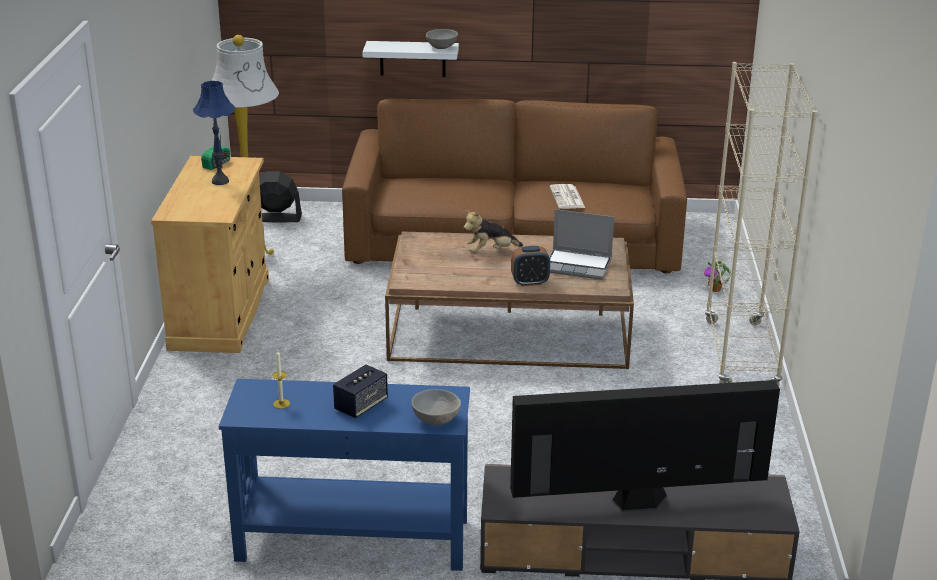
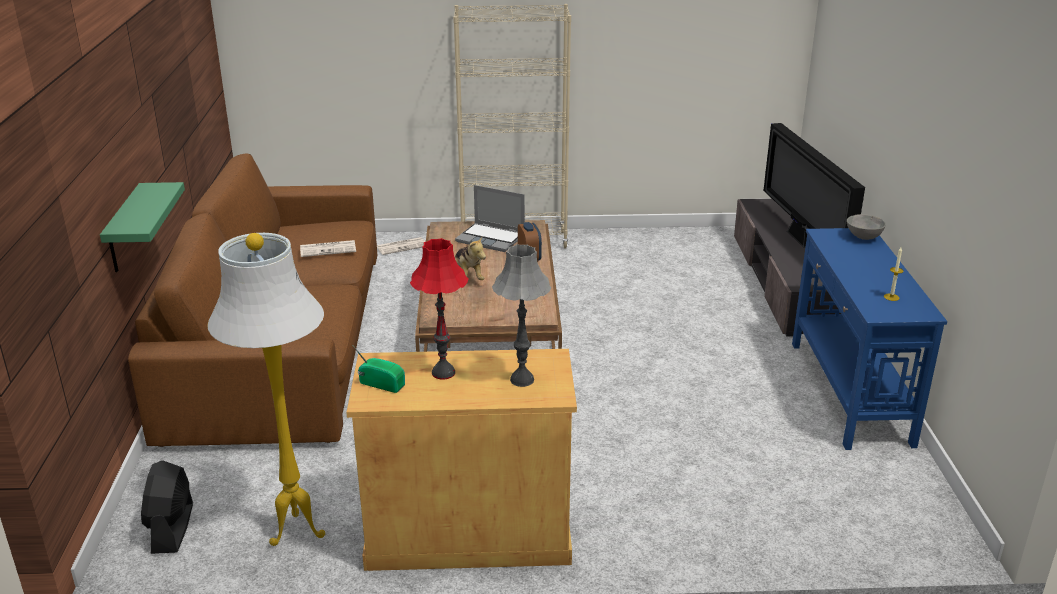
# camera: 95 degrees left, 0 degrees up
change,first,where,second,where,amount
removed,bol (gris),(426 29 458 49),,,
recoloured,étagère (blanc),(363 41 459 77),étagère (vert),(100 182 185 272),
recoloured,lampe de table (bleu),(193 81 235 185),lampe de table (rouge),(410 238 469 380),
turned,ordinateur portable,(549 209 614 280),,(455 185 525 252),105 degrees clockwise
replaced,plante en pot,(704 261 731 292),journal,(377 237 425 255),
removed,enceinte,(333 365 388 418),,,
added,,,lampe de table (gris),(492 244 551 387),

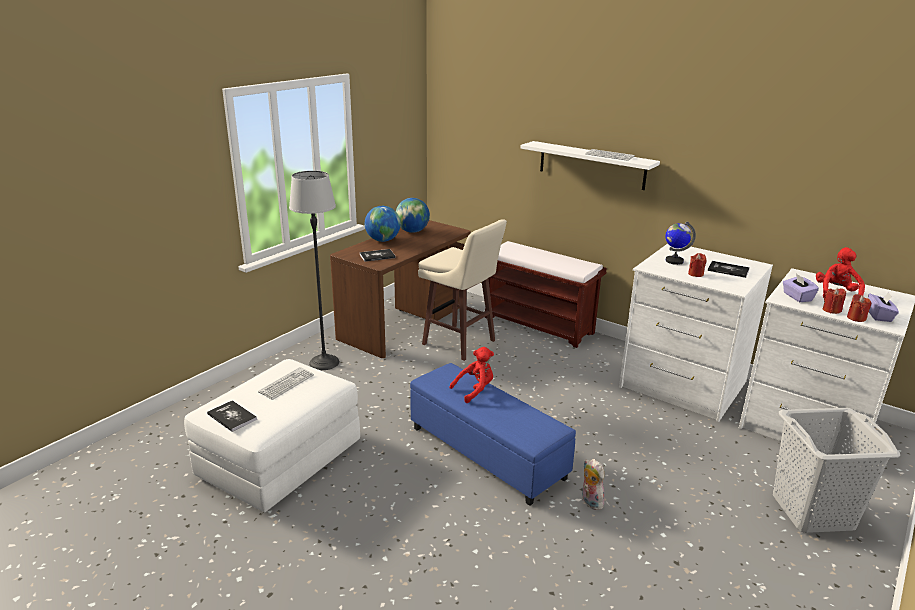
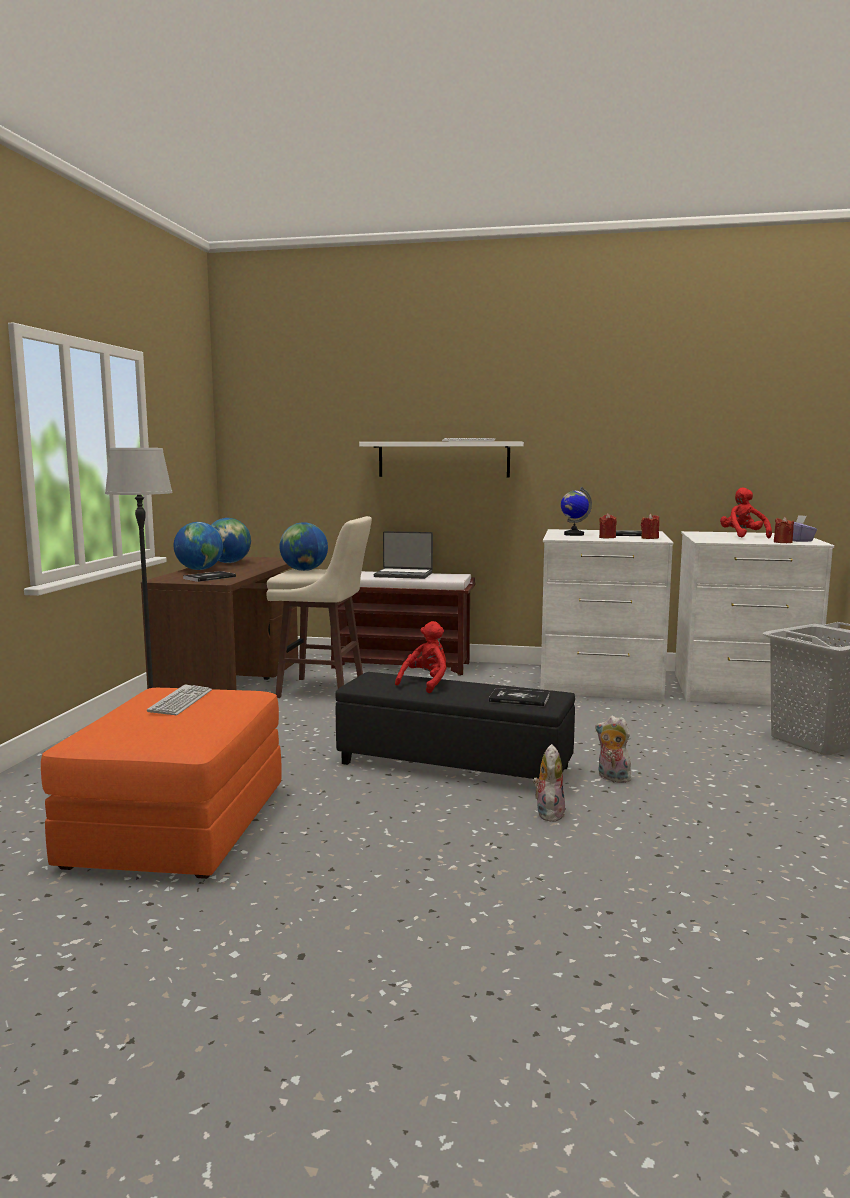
# camera: 25 degrees left, 15 degrees down
change,first,where,second,where,amount
removed,boîte à mouchoirs (violet),(783 274 819 302),,,
moved,bougie (rouge),(823 288 846 314),,(641 514 659 539),
recoloured,pouf (blanc),(184 359 360 513),pouf (orange),(41 688 282 879),
recoloured,pouf (bleu),(410 363 576 506),pouf (noir),(335 672 575 779),
moved,livre,(207 400 257 432),,(489 688 549 707),
added,,,globe,(279 522 328 571),
added,,,ordinateur portable,(374 531 433 579),
added,,,peluche,(533 744 565 822),

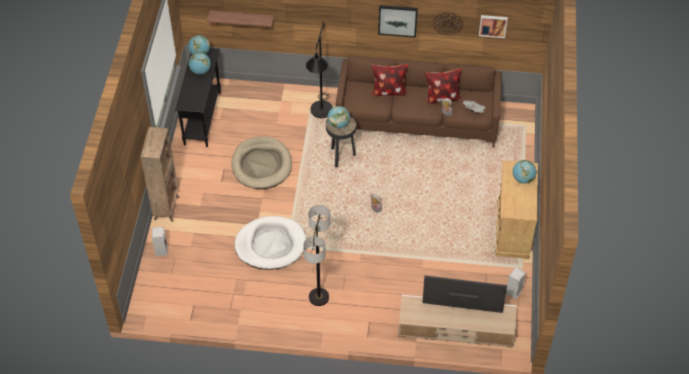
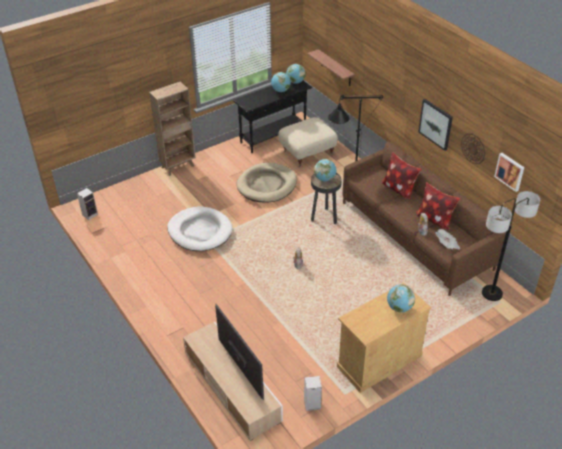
# camera: 50 degrees right, 10 degrees down
change,first,where,second,where,amount
moved,lampadaire,(303 205 330 306),,(482 191 540 301),
moved,enceinte,(152 227 168 256),,(77 188 98 220),
added,,,pouf (beige),(278 117 338 167),

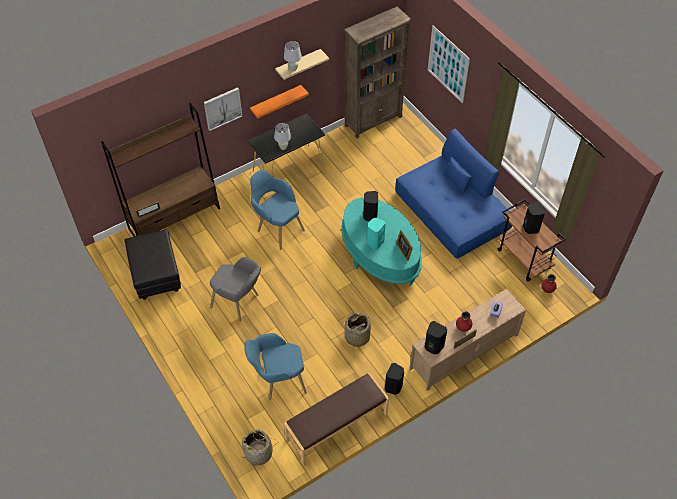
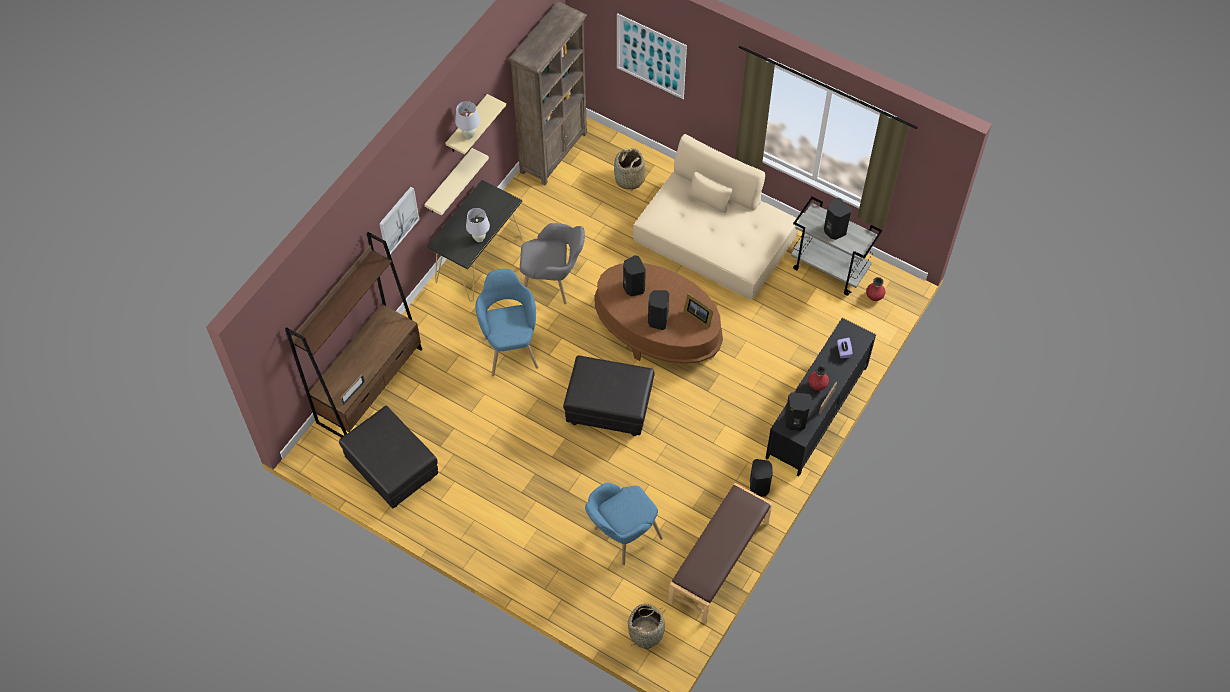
# camera: 25 degrees left, 5 degrees up
change,first,where,second,where,amount
recoloured,étagère (orange),(250 85 309 119),étagère (beige),(424 148 489 215),
recoloured,canapé (bleu),(395 129 512 259),canapé (beige),(633 134 799 300),
turned,fauteuil (bleu),(250 169 305 250),,(476 269 538 376),60 degrees clockwise
recoloured,table basse (turquoise),(341 198 422 286),table basse (marron),(594 263 723 364),
recoloured,chariot (marron),(498 199 566 282),chariot (gris),(791 197 883 296),
recoloured,enceinte (turquoise),(367 218 385 250),enceinte (noir),(648 290 669 330),
moved,fauteuil (gris),(210 257 261 322),,(520 223 585 304),
recoloured,meuble télé (beige),(409 289 526 391),meuble télé (noir),(765 318 876 476),
moved,panier,(345 313 371 348),,(614 148 645 190),
added,,,pouf (noir),(563 355 655 436),

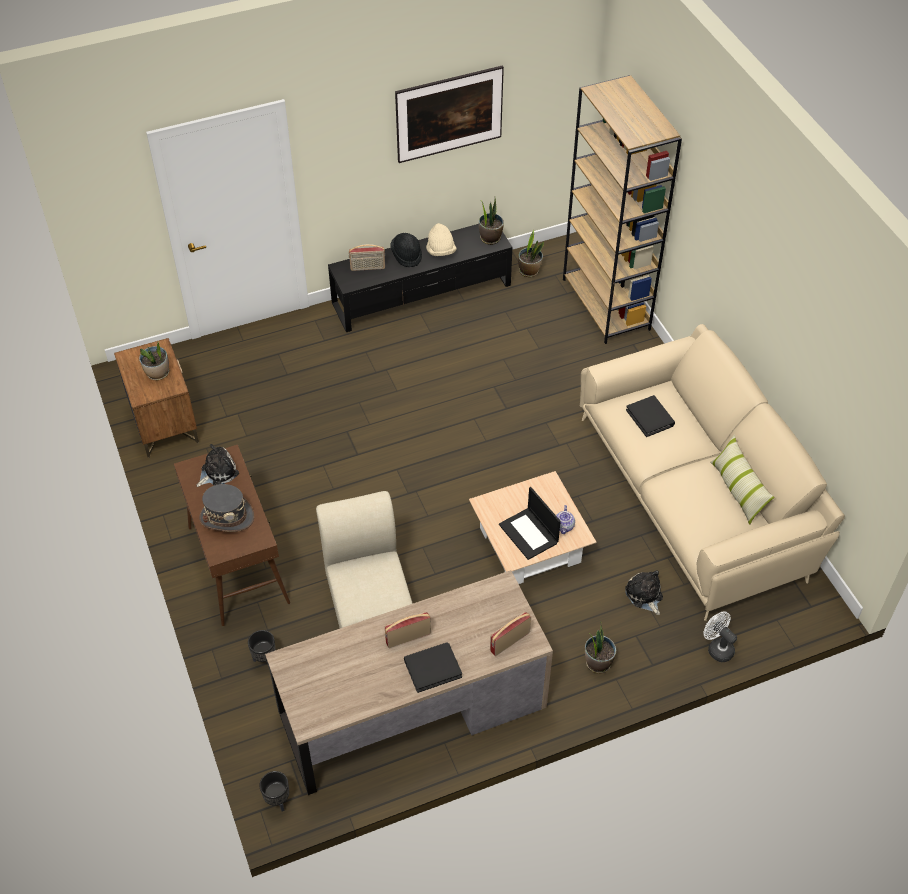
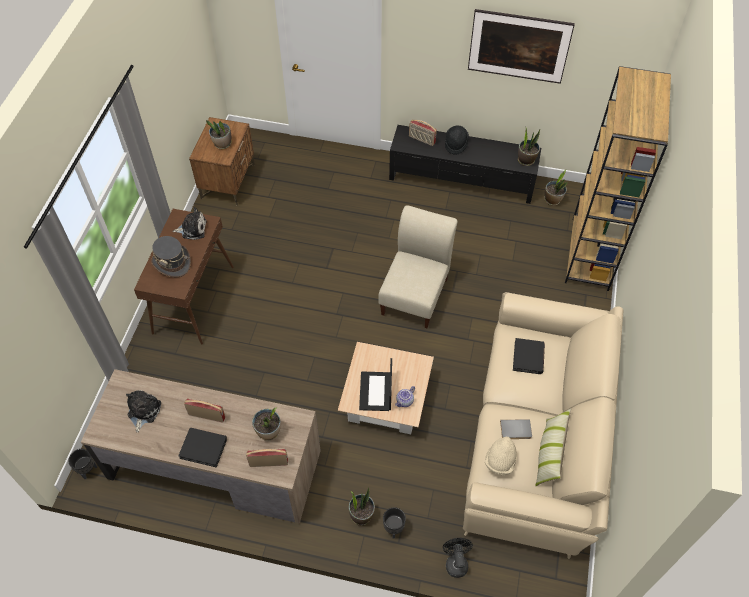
# camera: 35 degrees right, 5 degrees up
change,first,where,second,where,amount
moved,chapeau (beige),(426 223 457 256),,(485 437 517 476),
moved,chaise (beige),(316 491 413 628),,(378 205 458 328),
moved,peluche,(625 570 663 615),,(126 390 161 433),
recoloured,ventilateur (blanc),(703 611 737 662),ventilateur (noir),(443 538 473 578),
moved,cache-pot (noir),(248 630 276 667),,(383 507 406 539),
added,,,plante en pot,(252 408 281 441),
added,,,livre (gris),(500 419 532 439),

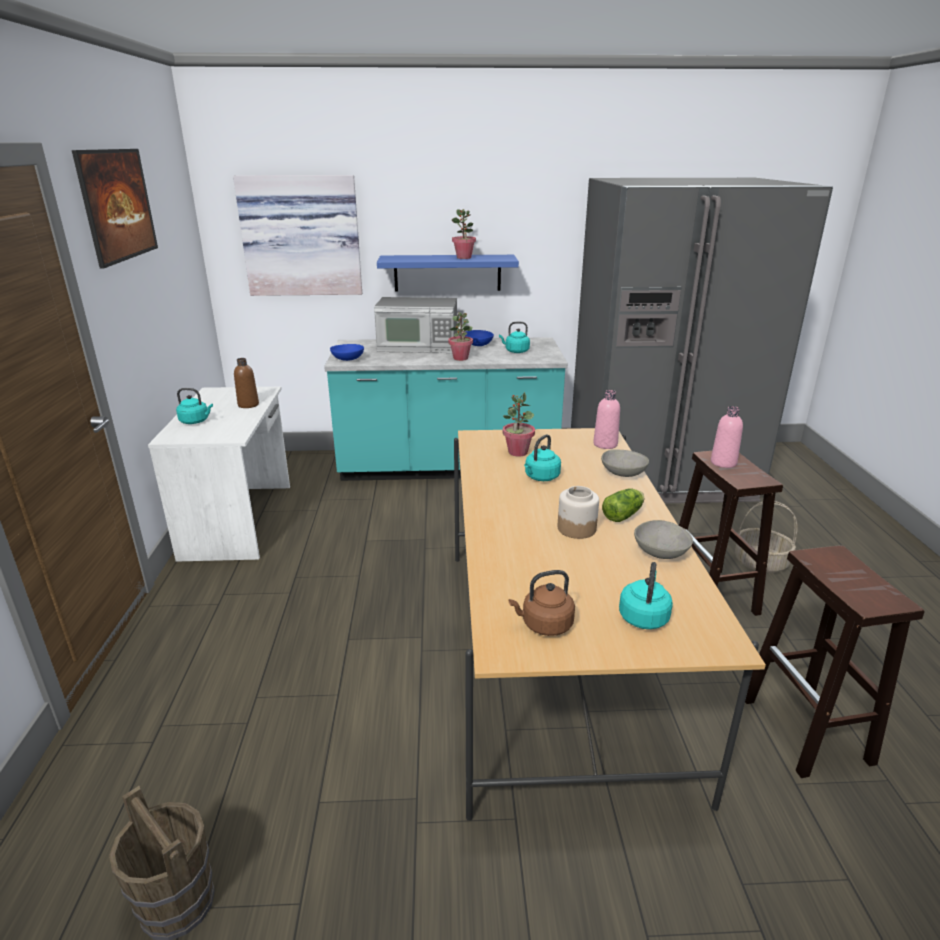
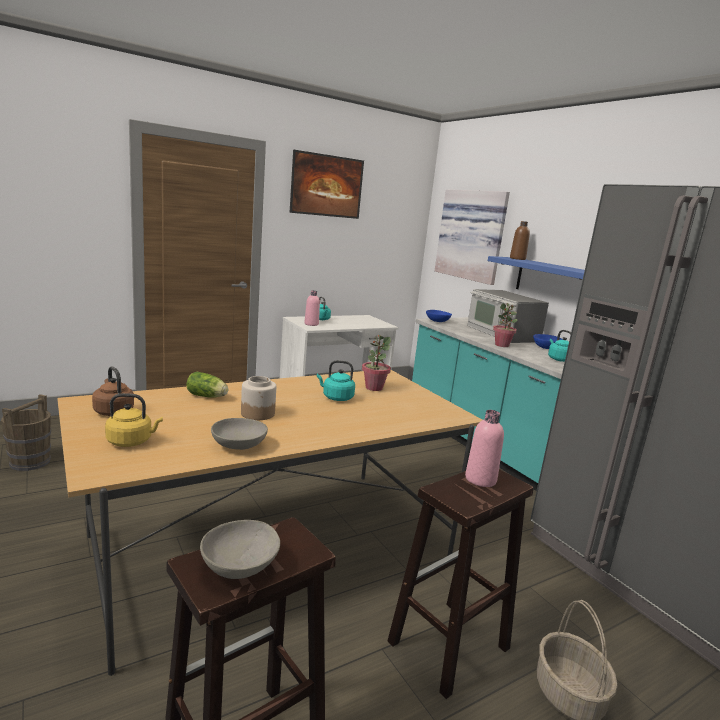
# camera: 60 degrees right, 10 degrees down
change,first,where,second,where,amount
removed,plante en pot,(452 209 476 259),,,
moved,bouteille (marron),(234 358 259 408),,(510 221 530 260),
moved,bouteille (rose),(593 390 620 449),,(304 291 320 326),
moved,bol (gris),(601 449 649 477),,(200 520 280 579),
moved,laitue,(602 488 644 522),,(186 372 228 398),
recoloured,bouilloire (turquoise),(619 562 673 629),bouilloire (jaune),(105 393 163 447),

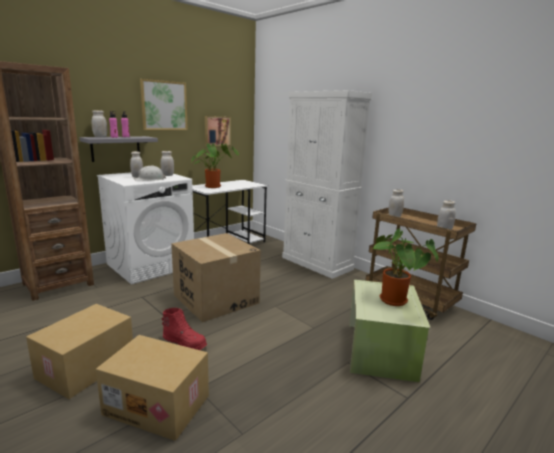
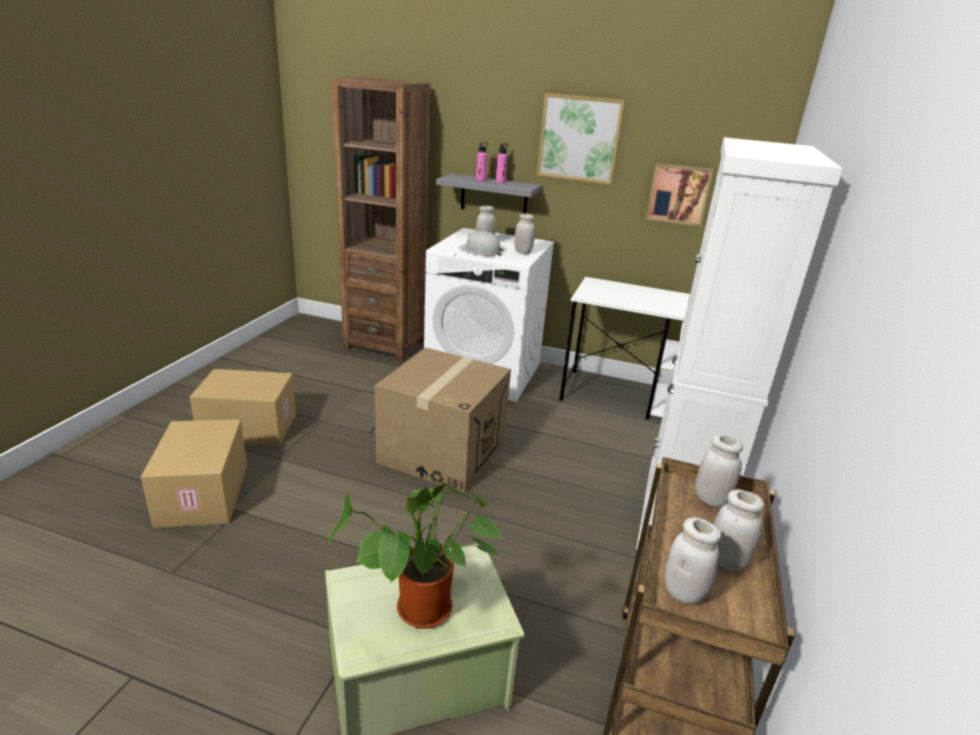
# camera: 60 degrees right, 10 degrees up
change,first,where,second,where,amount
moved,bocal (blanc),(92 110 107 137),,(713 490 764 571),
removed,plante en pot,(191 143 239 188),,,
removed,botte (rouge),(162 308 207 350),,,

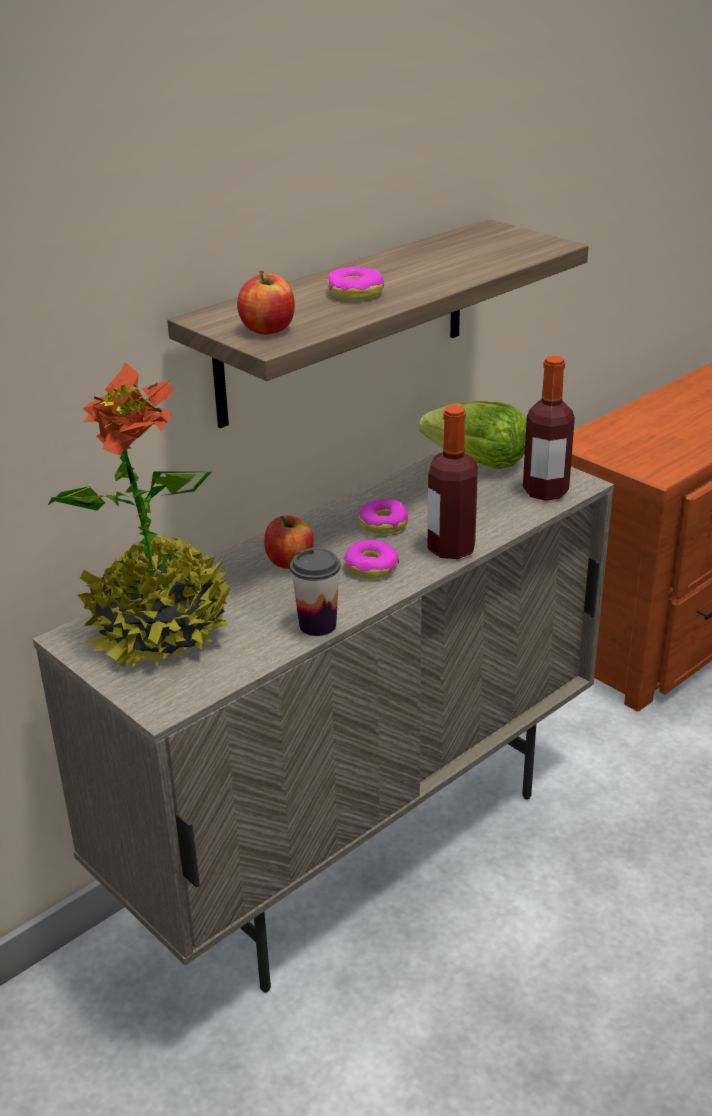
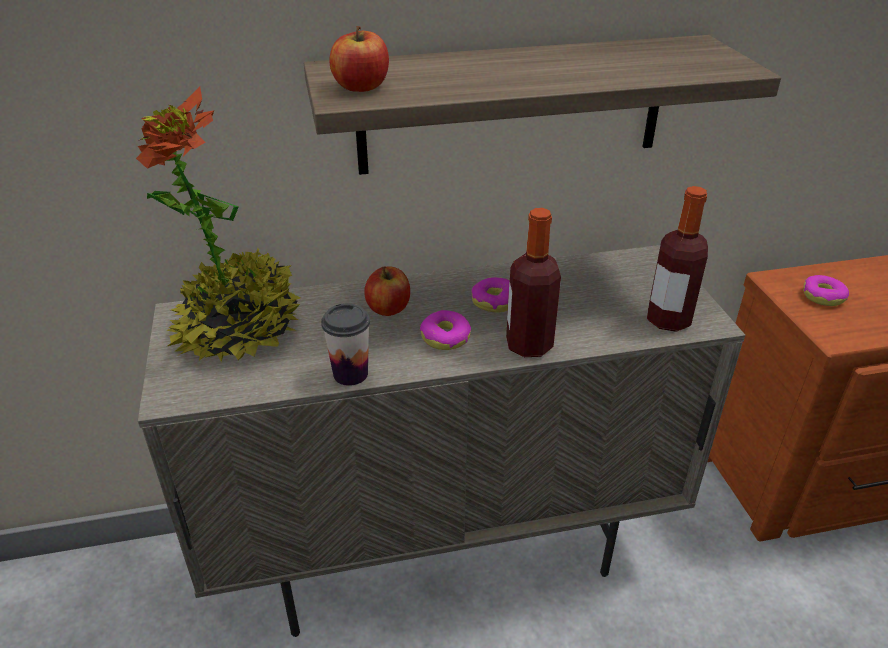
# camera: 30 degrees right, 5 degrees up
change,first,where,second,where,amount
moved,beignet,(327 267 384 301),,(803 275 849 306),
removed,laitue,(419 401 526 469),,,

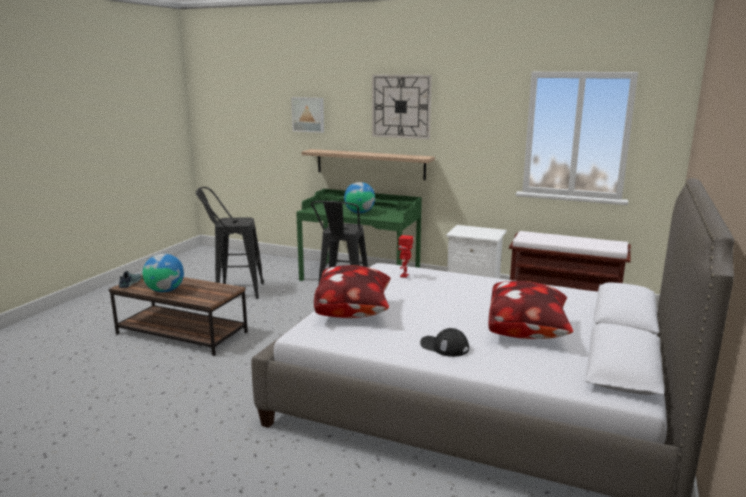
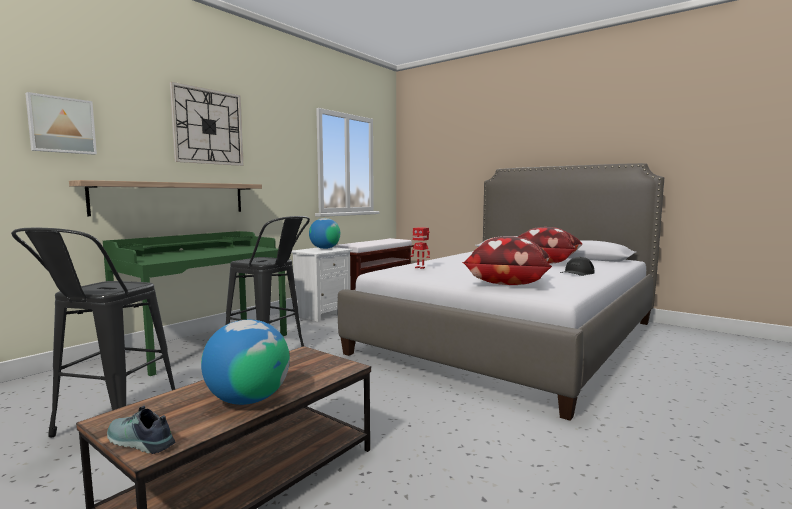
# camera: 75 degrees left, 10 degrees down
change,first,where,second,where,amount
moved,globe,(344 182 375 213),,(309 218 340 249),

